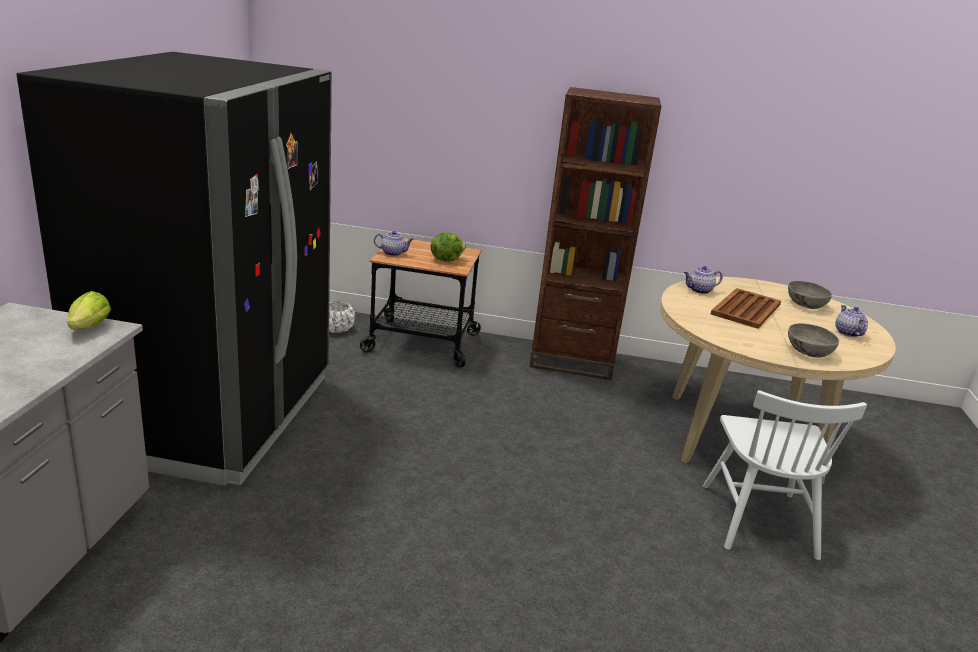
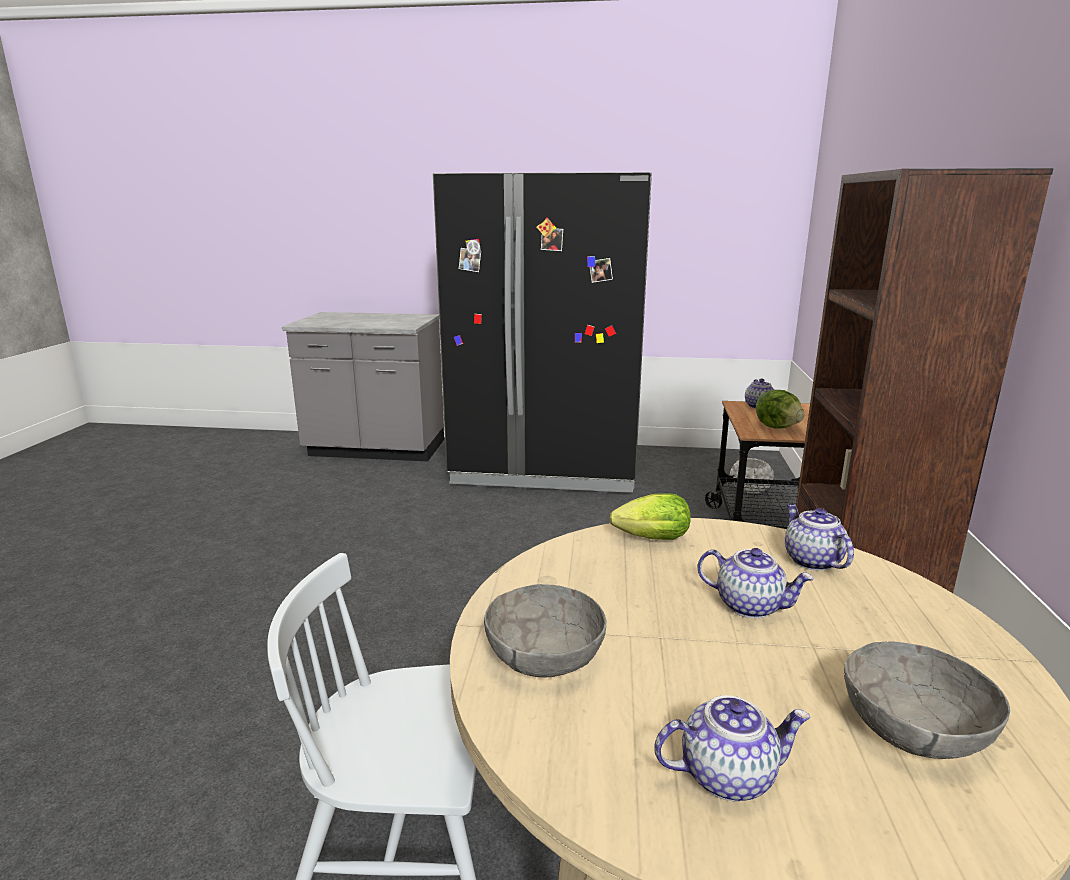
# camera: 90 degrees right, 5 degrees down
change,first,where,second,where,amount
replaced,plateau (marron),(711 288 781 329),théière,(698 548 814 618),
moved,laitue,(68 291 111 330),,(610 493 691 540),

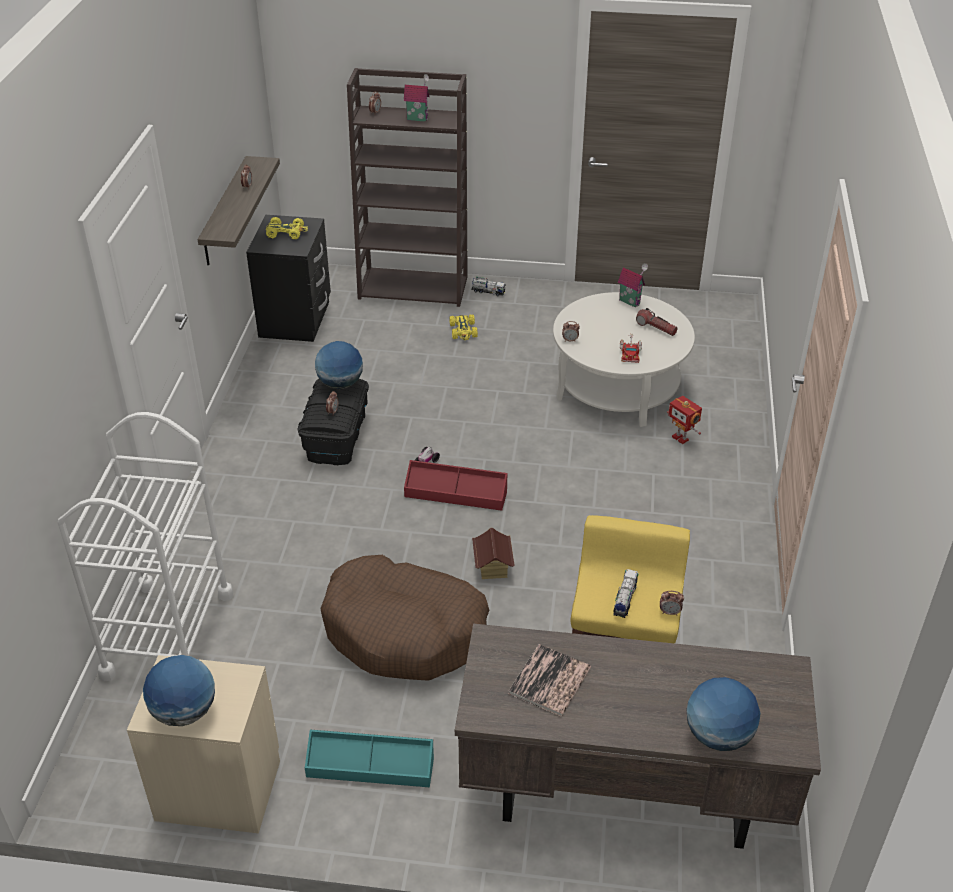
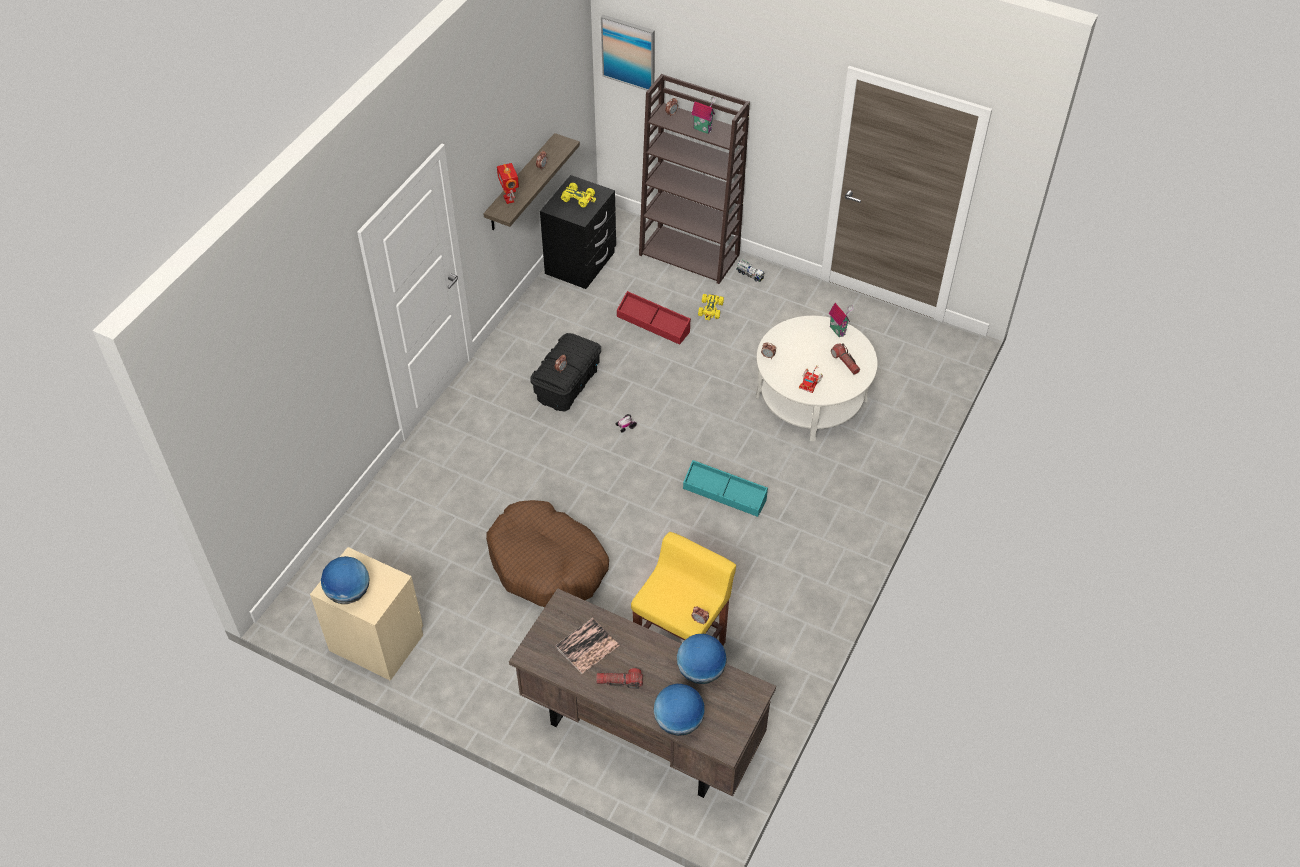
# camera: 20 degrees right, 10 degrees up
change,first,where,second,where,amount
moved,globe,(315 341 363 389),,(677 634 727 684),
moved,robot jouet,(667 396 702 444),,(497 163 519 204),
removed,chariot (blanc),(58 412 233 681),,,
moved,boîte de rangement (rouge),(404 460 508 511),,(617 291 691 345),
removed,maison miniature,(472 528 515 579),,,
removed,camion jouet,(613 569 639 618),,,
moved,boîte de rangement (turquoise),(305 730 434 787),,(683 460 768 517),
added,,,tableau,(601 15 655 91),
added,,,lampe de poche,(596 668 643 689),

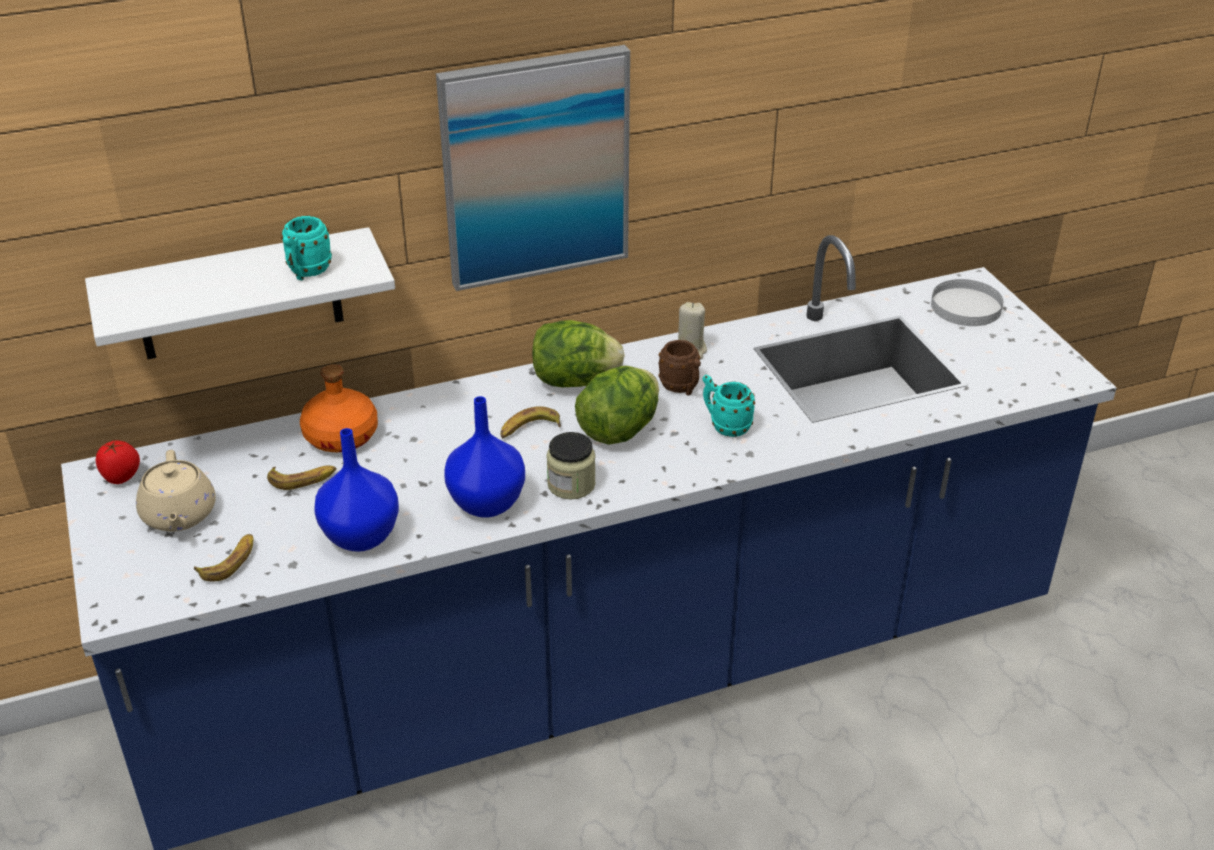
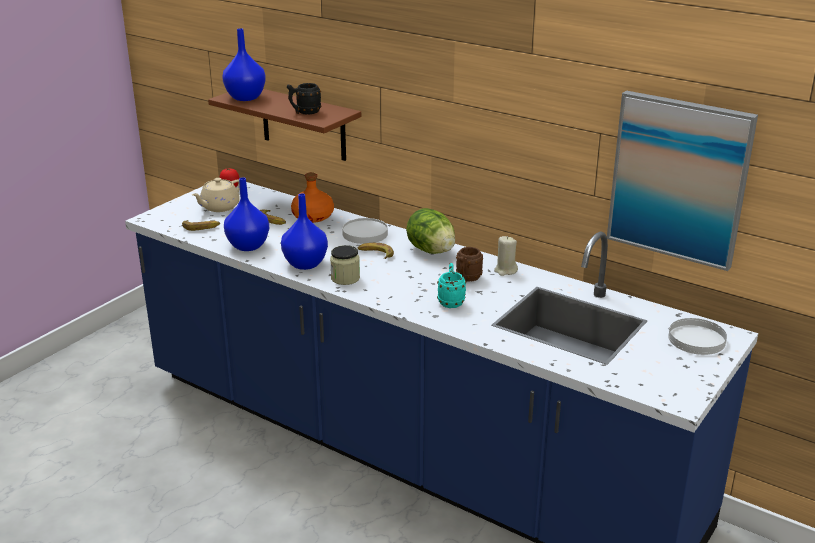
# camera: 55 degrees right, 10 degrees down
change,first,where,second,where,amount
moved,tableau,(436 45 630 291),,(607 90 758 271),
recoloured,mug (turquoise),(281 216 332 280),mug (noir),(287 83 321 115),
recoloured,étagère (blanc),(85 227 395 359),étagère (marron),(208 89 361 161),
removed,laitue,(575 366 659 445),,,
added,,,vase (bleu),(222 28 266 101),
added,,,assiette (blanc),(342 218 388 244),

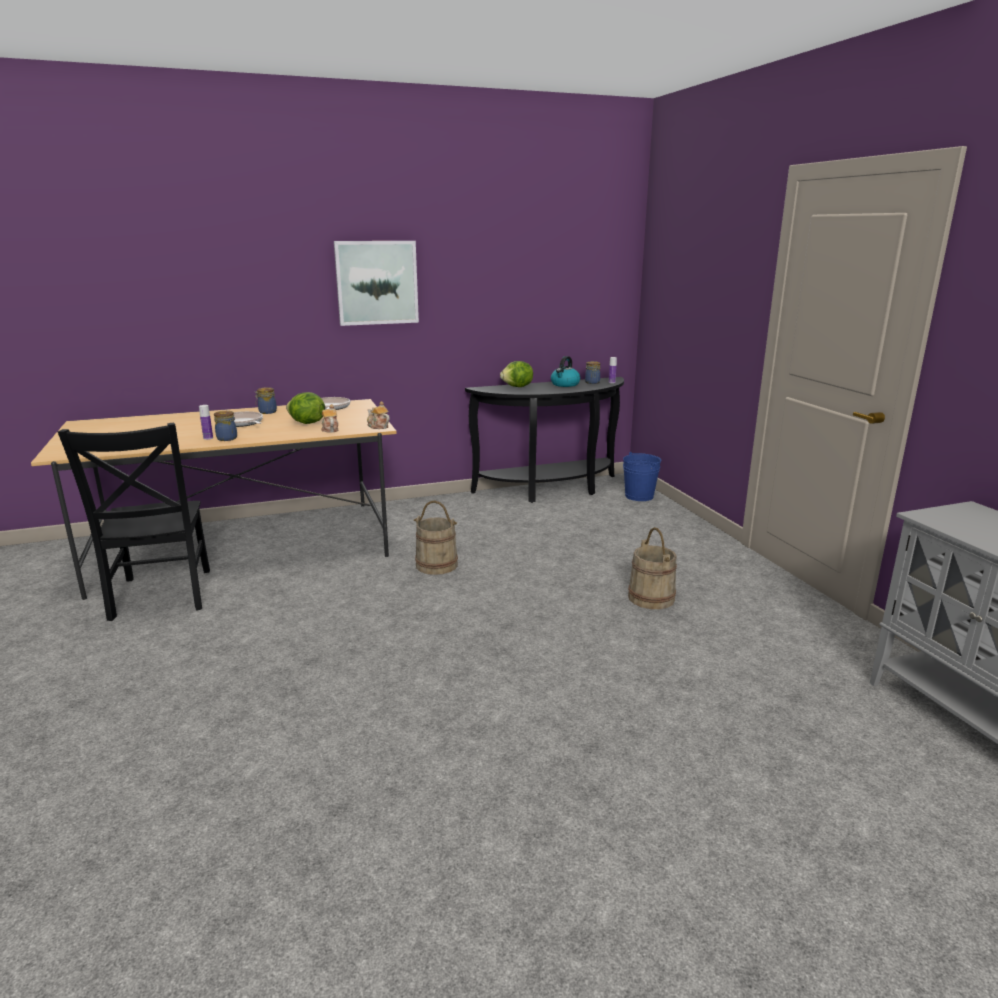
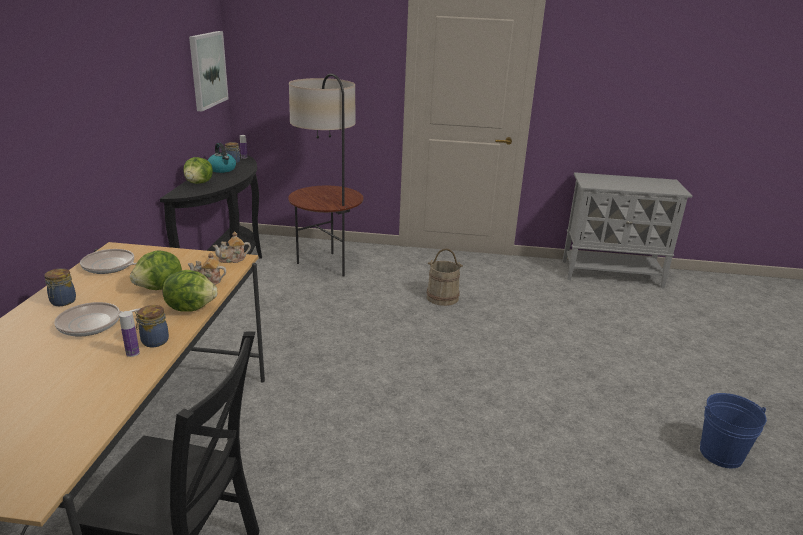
# camera: 65 degrees left, 5 degrees up
change,first,where,second,where,amount
moved,tableau,(334 241 419 326),,(189 31 229 111),
moved,seau (bleu),(623 452 661 501),,(700 393 767 469),
removed,seau (beige),(414 500 458 575),,,
added,,,lampadaire,(288 73 363 277),
added,,,laitue,(163 270 218 312),

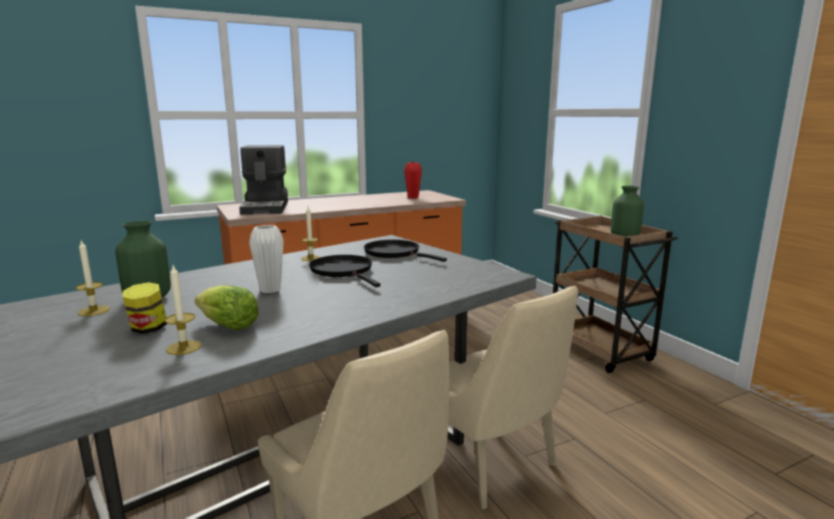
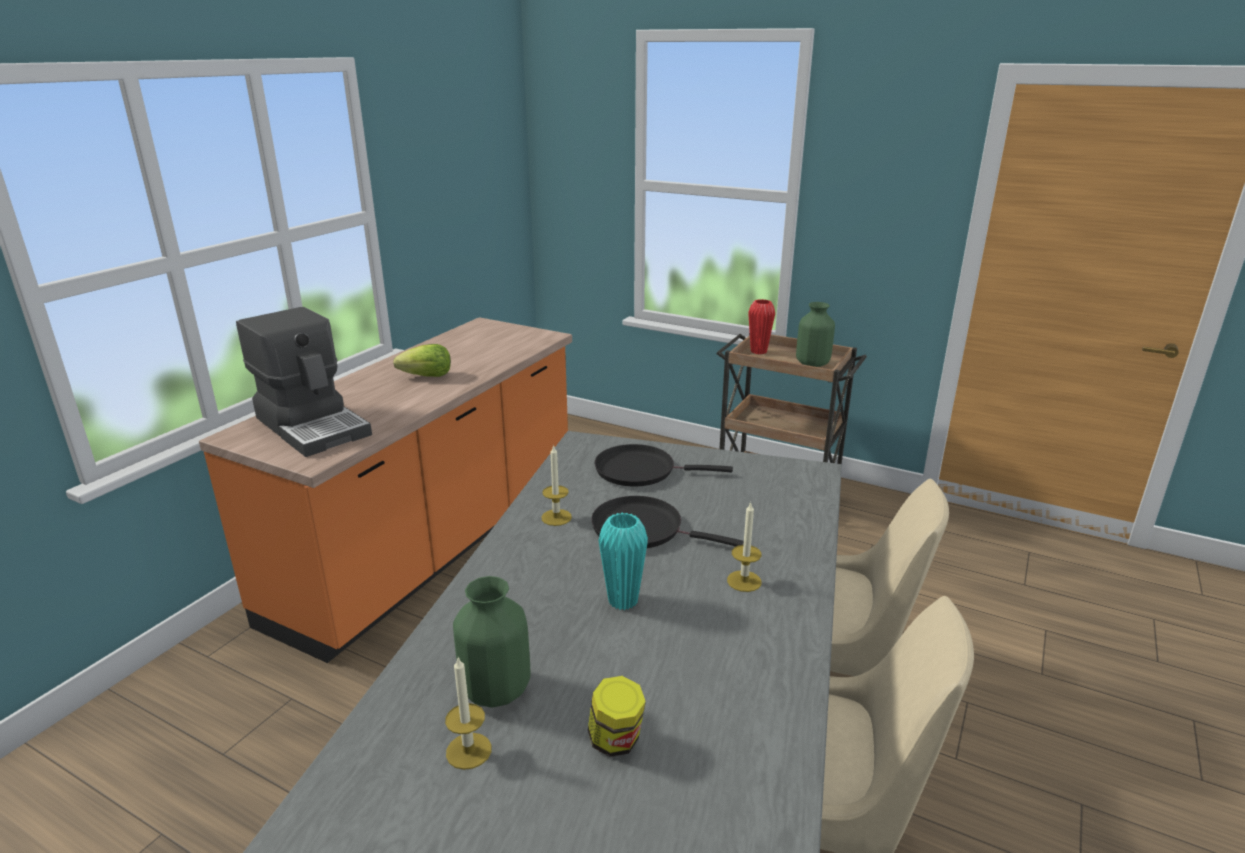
# camera: 35 degrees left, 10 degrees up
change,first,where,second,where,amount
moved,vase (rouge),(404 162 422 199),,(748 299 775 354),
recoloured,vase (blanc),(249 225 284 293),vase (turquoise),(598 513 648 610),
moved,bougie,(165 265 201 355),,(727 502 762 592),
moved,laitue,(195 285 259 330),,(393 344 451 377),

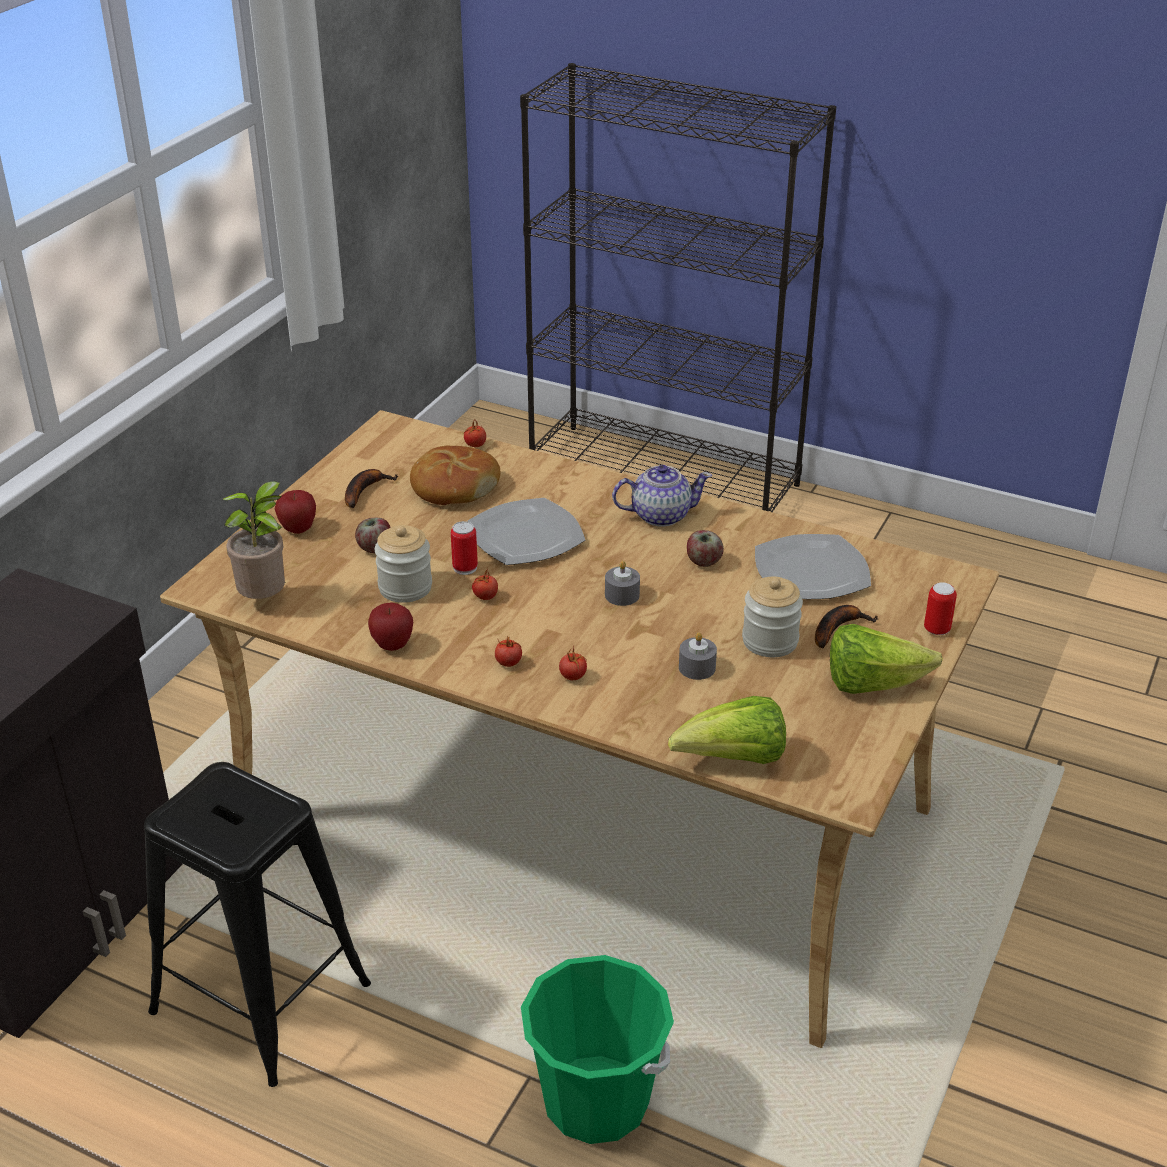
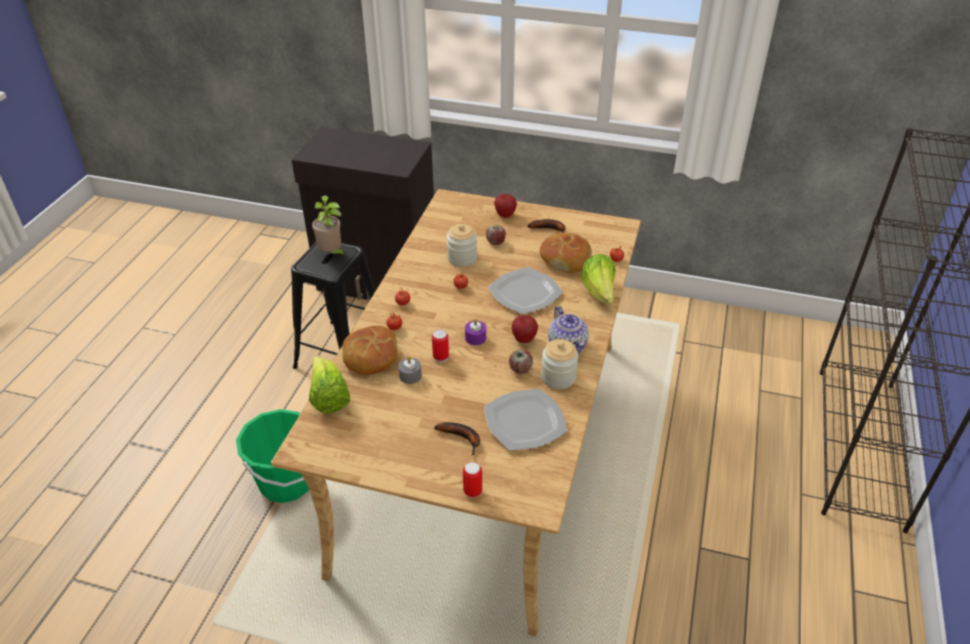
# camera: 80 degrees right, 5 degrees up
change,first,where,second,where,amount
moved,plante en pot,(223 481 285 599),,(312 196 345 256),
moved,boîte métallique,(451 521 478 575),,(432 329 449 362),
recoloured,bougie (gris),(605 561 640 606),bougie (violet),(465 319 486 345),
moved,bocal,(742 576 803 657),,(541 339 578 389),
moved,pomme,(368 602 413 651),,(512 315 538 343),
moved,laitue,(830 624 943 694),,(581 254 616 304),
added,,,pain,(343 326 398 375),

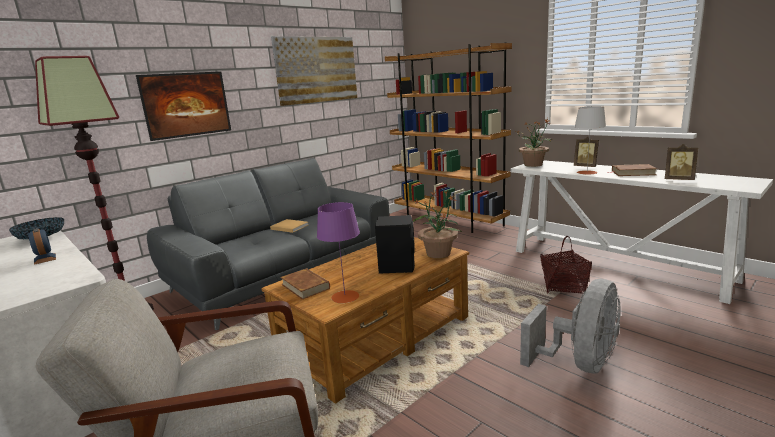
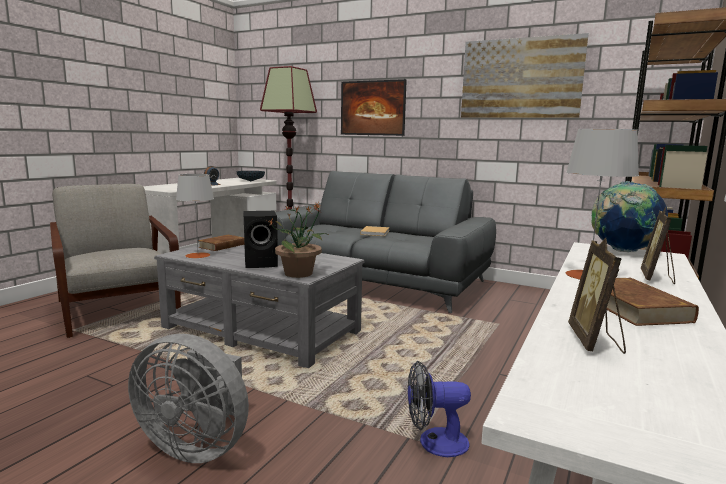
# camera: 70 degrees right, 5 degrees down
change,first,where,second,where,amount
replaced,plante en pot,(517 119 552 167),globe,(591 181 668 252),
recoloured,lampe de table (violet),(317 202 360 303),lampe de table (gris),(176 174 214 258),
replaced,panier,(540 236 592 294),ventilateur,(408 361 471 457),
recoloured,table basse (marron),(261 237 469 404),table basse (gris),(154 245 365 368),

